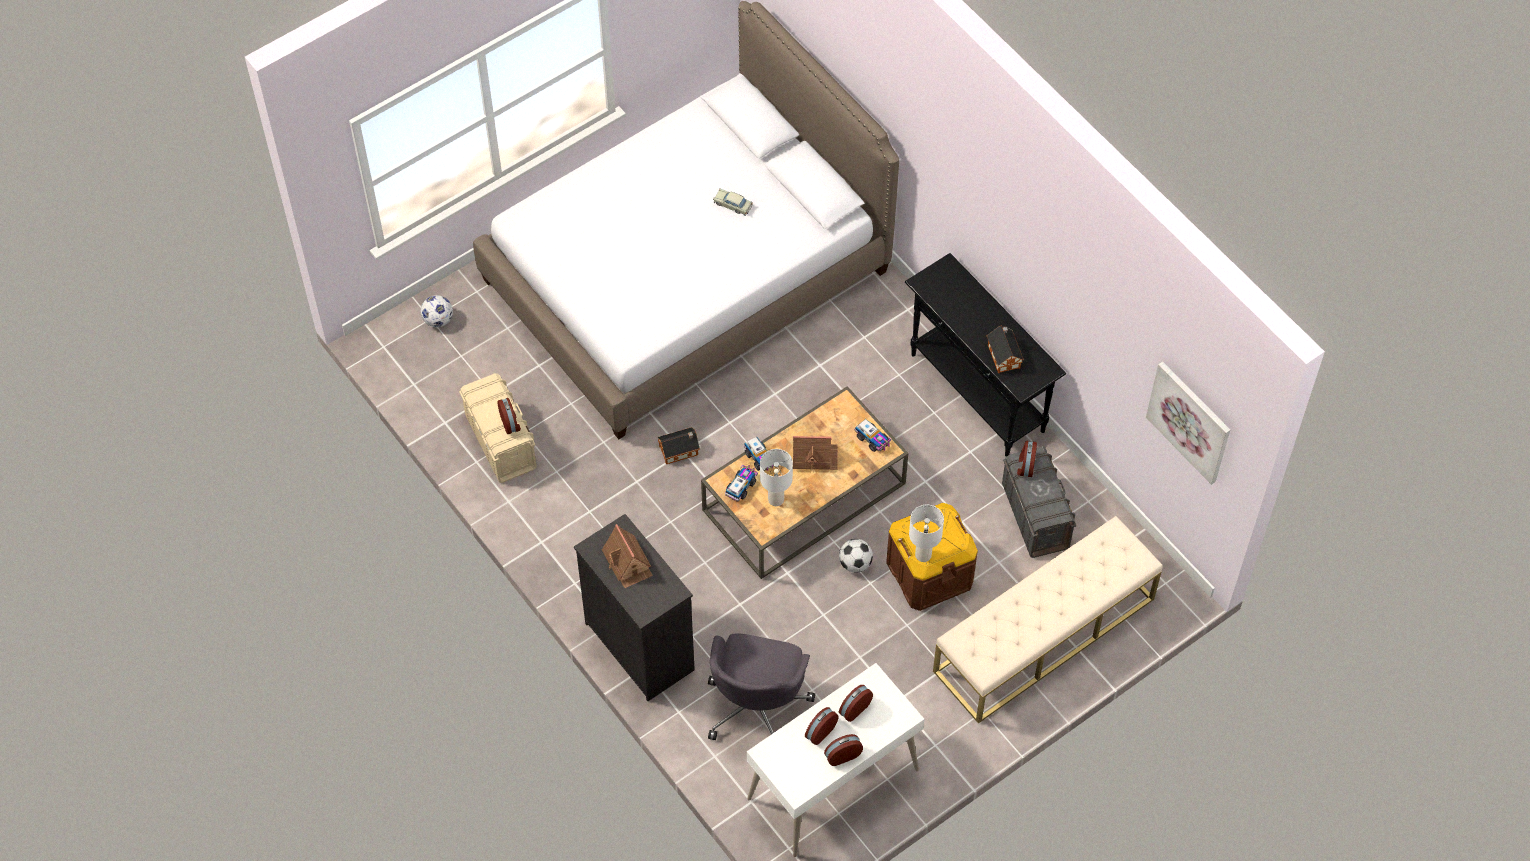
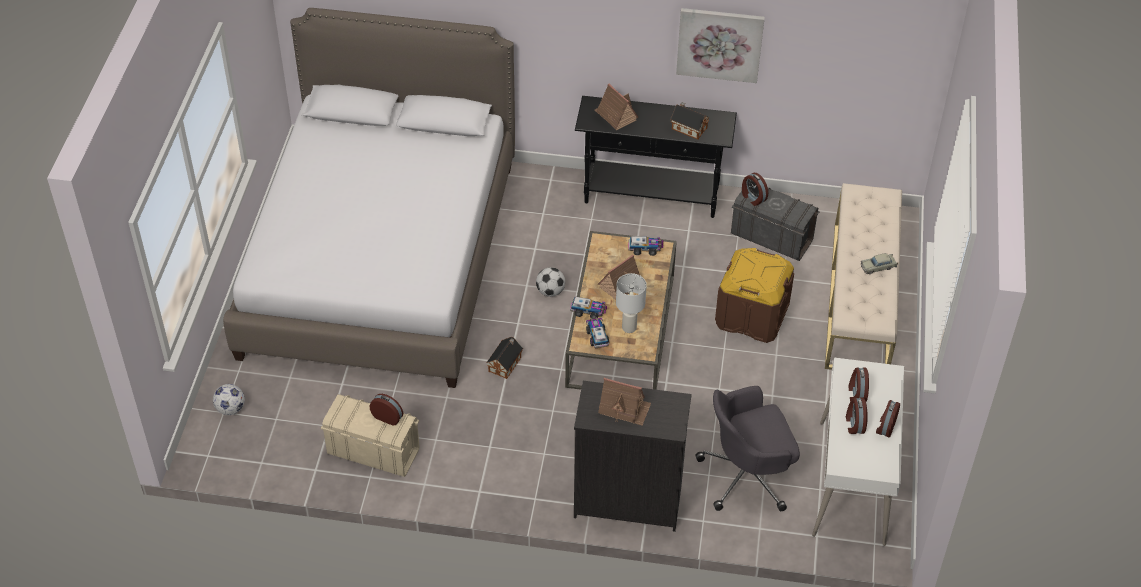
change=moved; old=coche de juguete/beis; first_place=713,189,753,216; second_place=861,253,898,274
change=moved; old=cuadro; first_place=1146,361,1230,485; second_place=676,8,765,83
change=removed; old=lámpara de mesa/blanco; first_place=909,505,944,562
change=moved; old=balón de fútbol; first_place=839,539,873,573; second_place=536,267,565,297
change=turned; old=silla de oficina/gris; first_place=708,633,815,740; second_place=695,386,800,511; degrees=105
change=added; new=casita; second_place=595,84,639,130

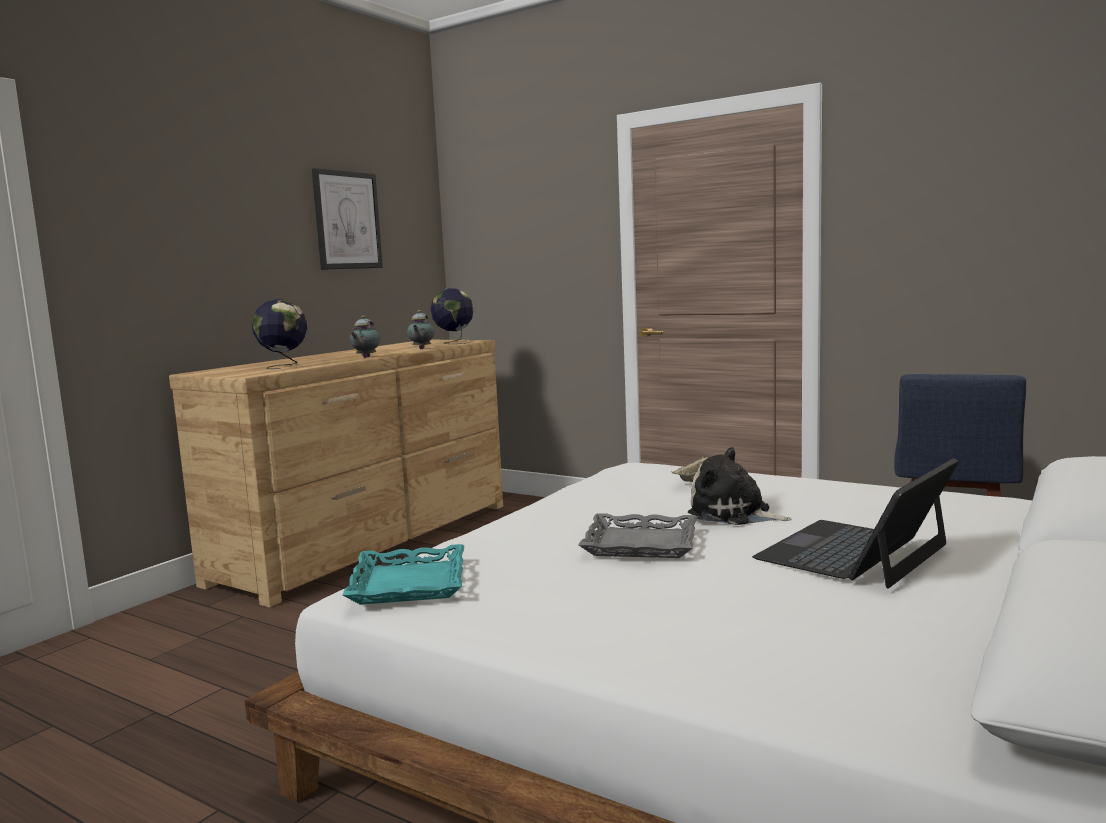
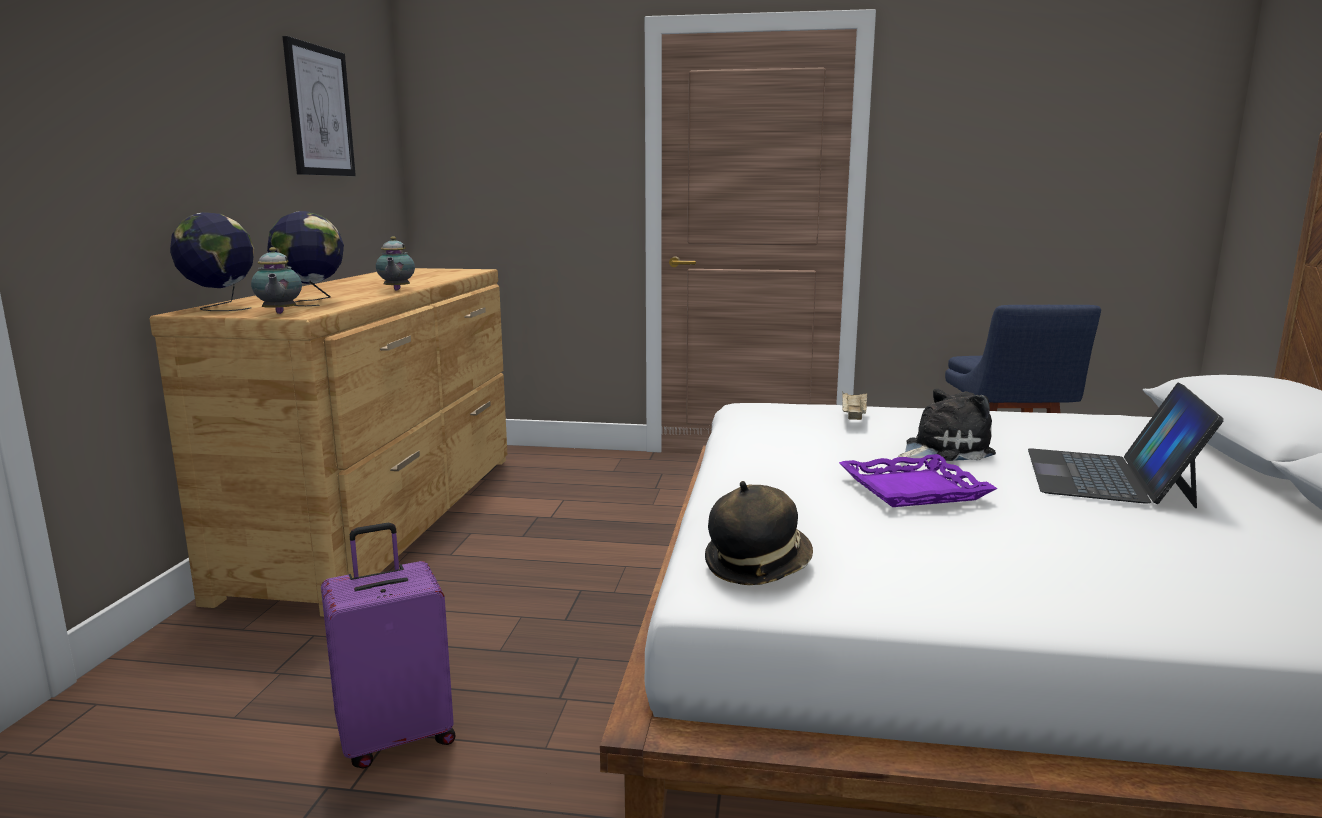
change=moved; old=globo terráqueo; first_place=431,288,474,344; second_place=170,212,254,311
change=moved; old=tetera; first_place=407,310,435,349; second_place=251,247,302,314
change=turned; old=peluche; first_place=688,447,792,525; second_place=898,389,996,461; degrees=150
change=recoloured; old=bandeja/gris; new=bandeja/morado; first_place=579,513,697,558; second_place=839,454,997,507
change=replaced; old=bandeja/turquesa; new=sombrero; first_place=342,544,464,605; second_place=705,481,813,585
change=added; new=maleta/morado; second_place=321,523,456,769

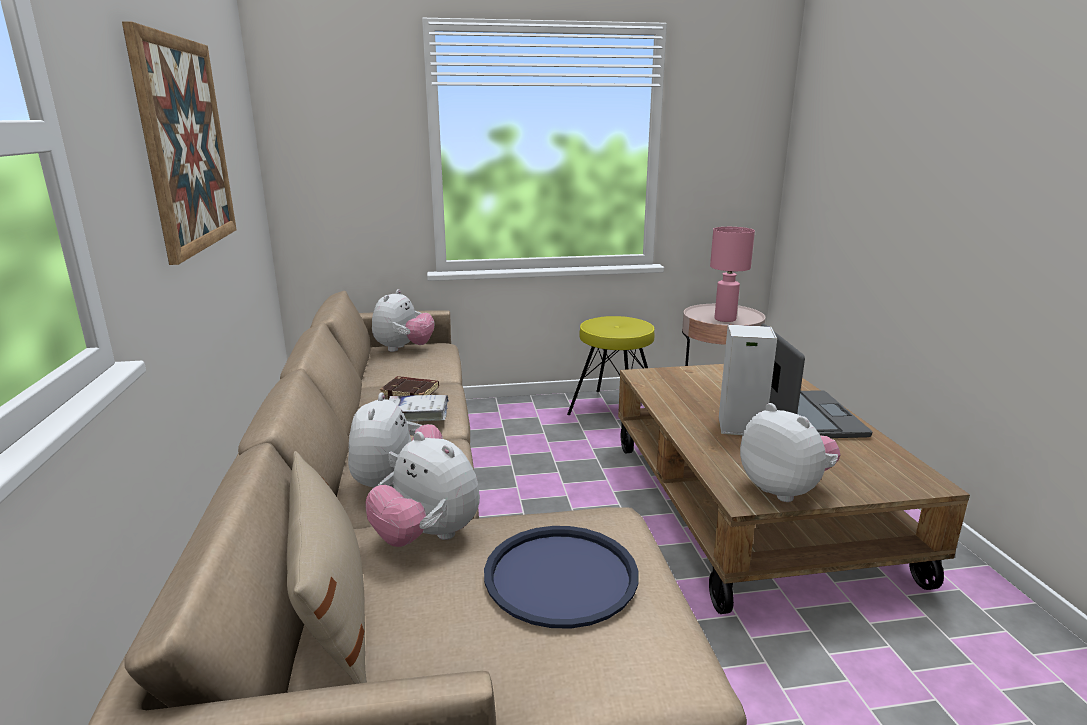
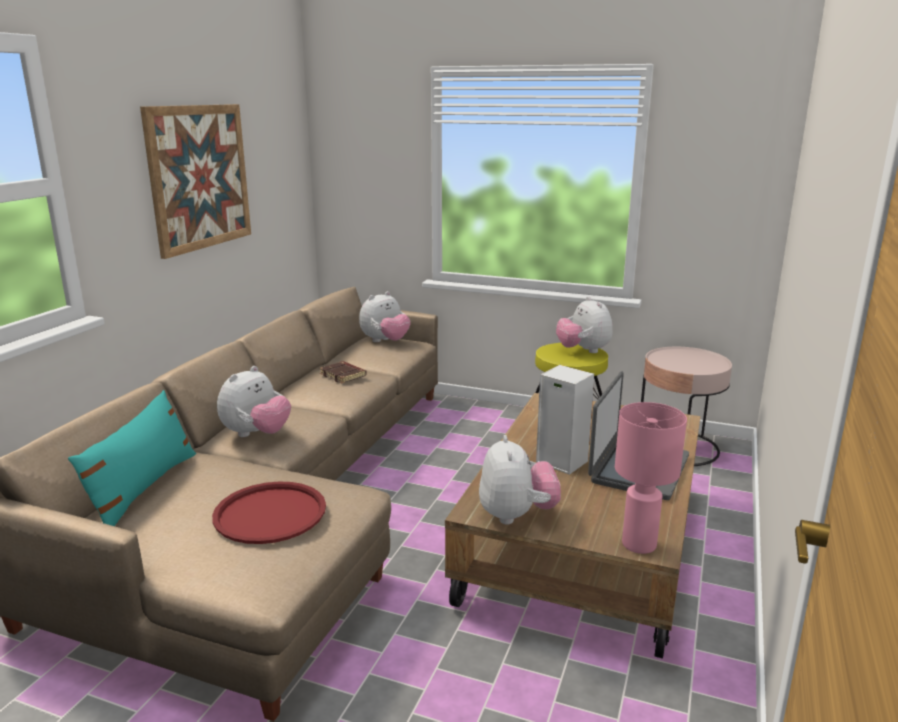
change=moved; old=lámpara de mesa/rosa; first_place=710,227,755,322; second_place=615,402,687,554
change=removed; old=libro/blanco; first_place=389,395,449,422
change=moved; old=peluche; first_place=365,432,480,547; second_place=556,296,613,353
change=recoloured; old=cojín/beis; new=cojín/turquesa; first_place=287,451,367,684; second_place=68,390,196,526
change=recoloured; old=bandeja/azul; new=bandeja/rojo; first_place=484,526,639,629; second_place=212,482,326,544

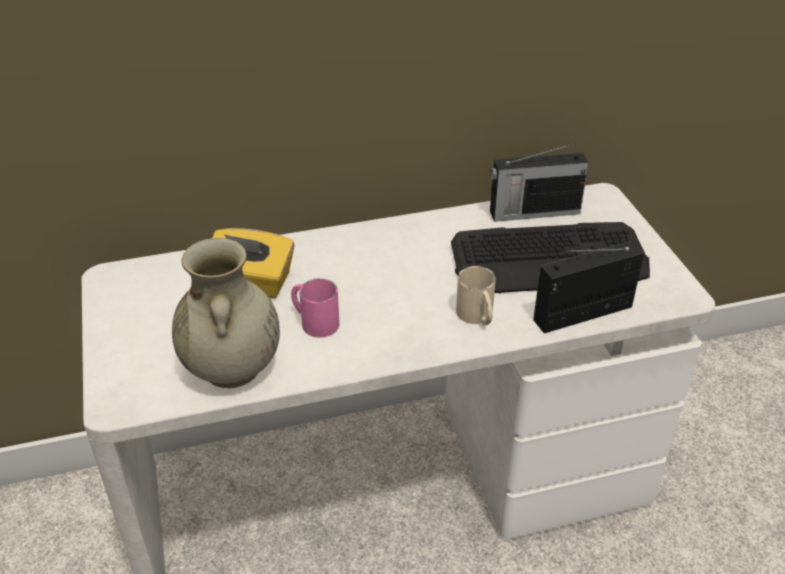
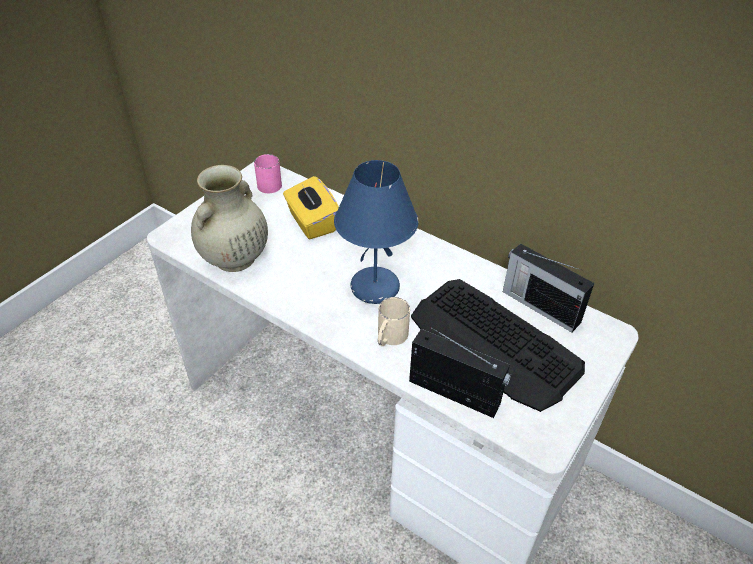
change=moved; old=taza grande/rosa; first_place=291,278,339,338; second_place=254,154,282,193
change=added; new=lámpara de mesa/azul; second_place=334,160,418,304

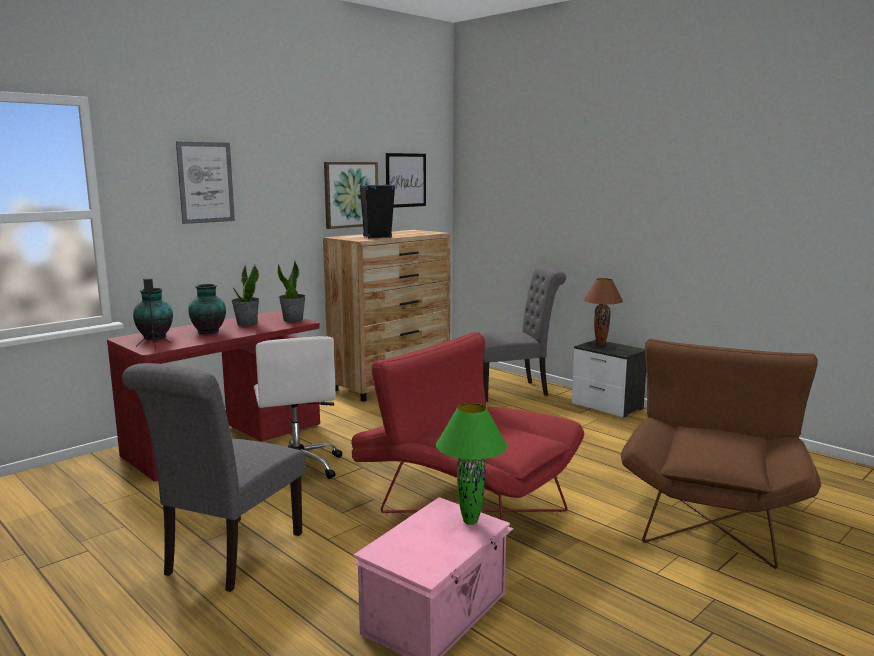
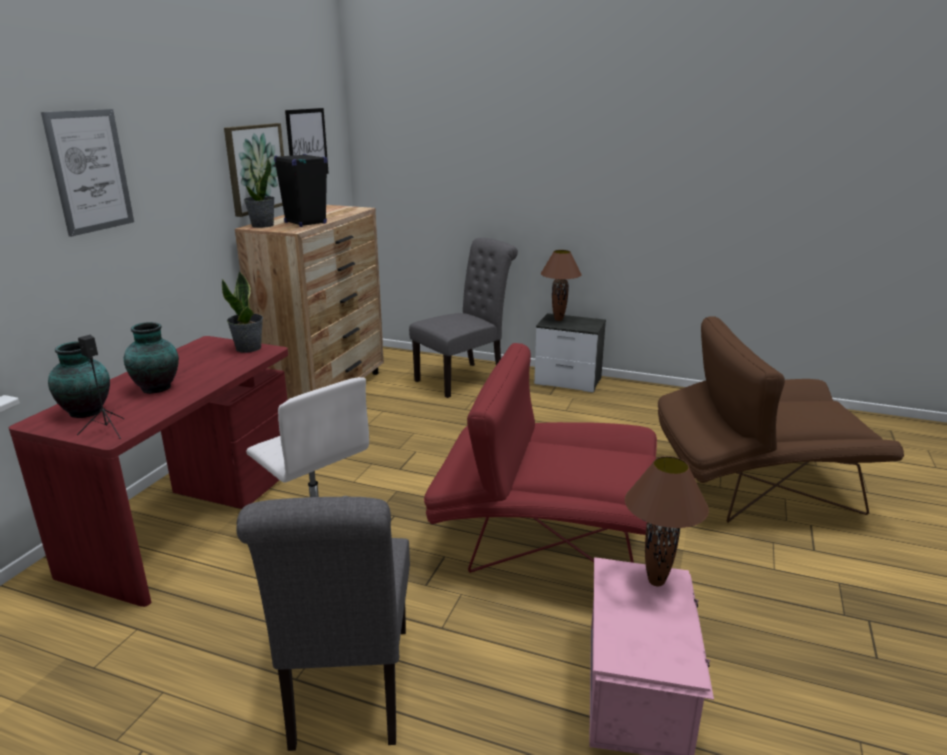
change=moved; old=planta en maceta; first_place=231,265,259,326; second_place=244,157,275,228
change=turned; old=sillón/marrón; first_place=621,339,821,569; second_place=658,316,904,523; degrees=-90
change=recoloured; old=lámpara de mesa/verde; new=lámpara de mesa/marrón; first_place=436,403,507,525; second_place=625,456,709,586

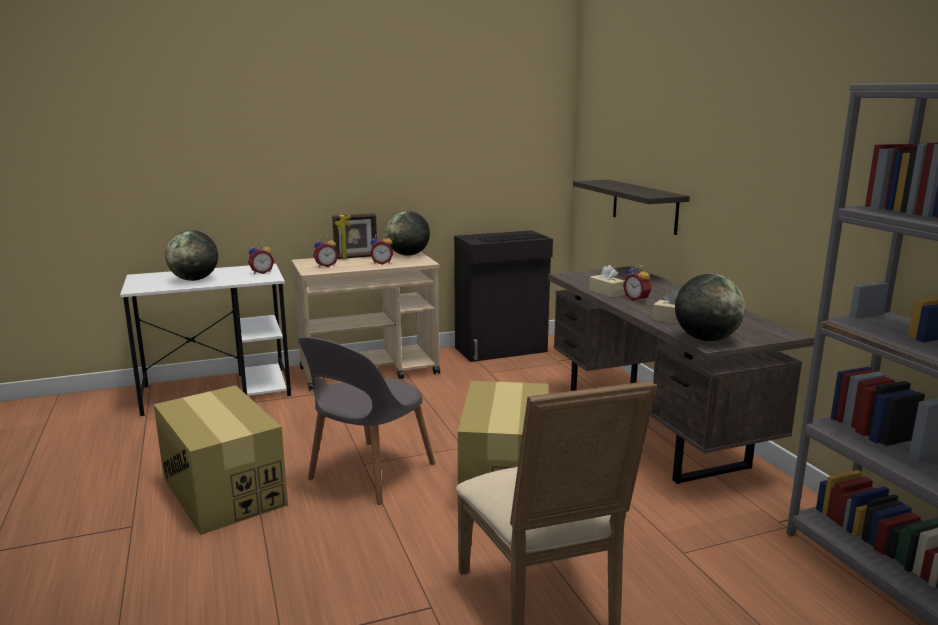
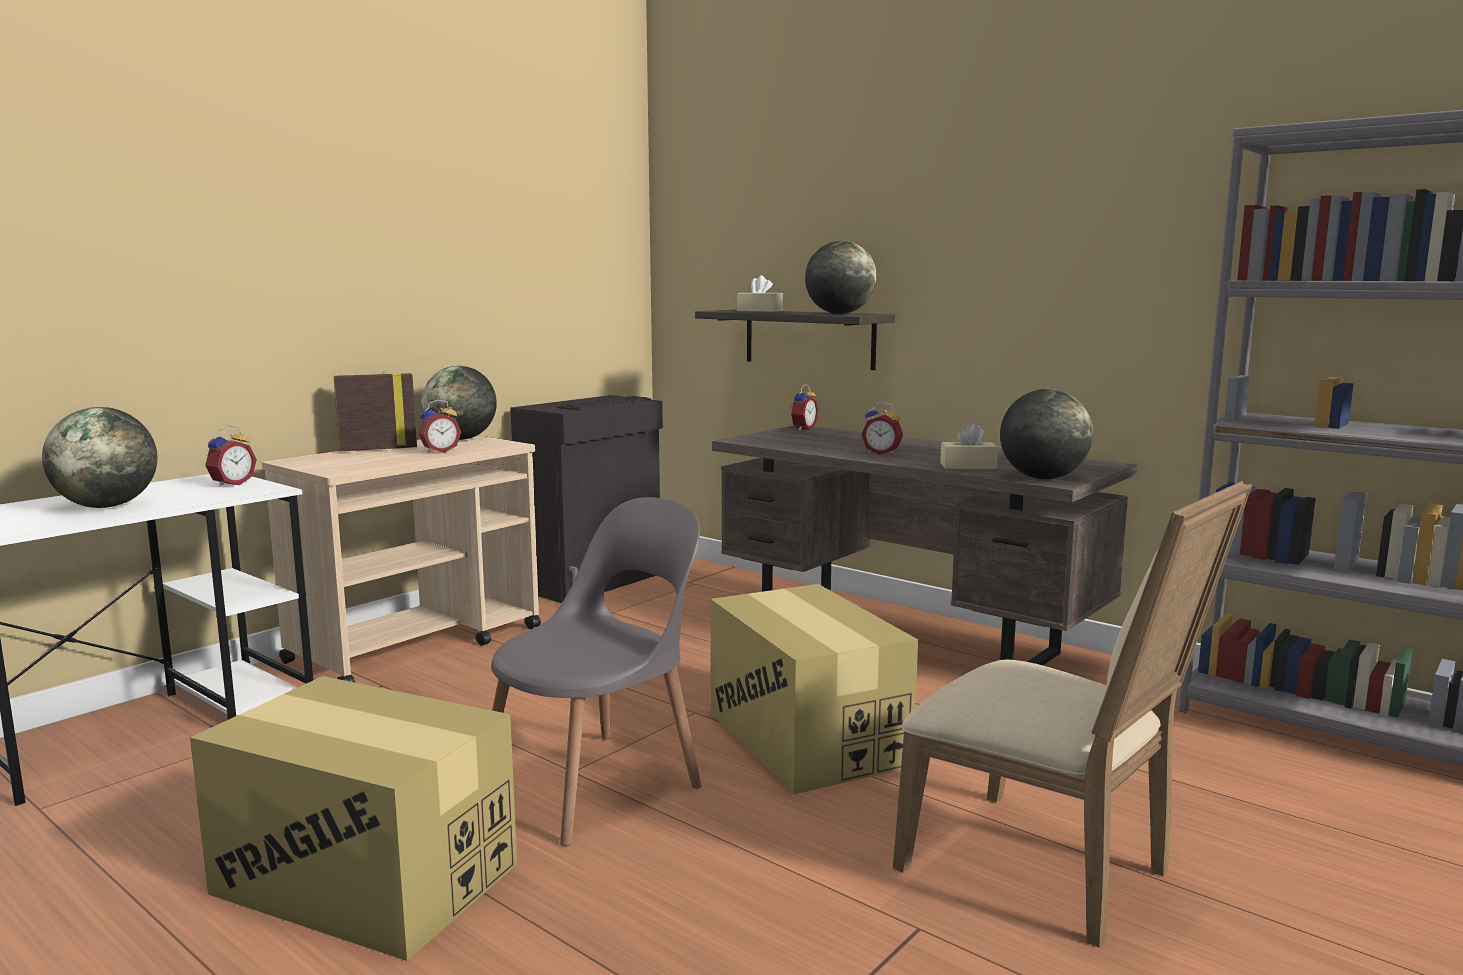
change=turned; old=portarretratos; first_place=332,213,377,259; second_place=334,371,417,451; degrees=-150
change=moved; old=despertador; first_place=313,236,338,267; second_place=790,384,818,431
change=moved; old=caja de pañuelos/beis; first_place=589,265,625,298; second_place=737,275,783,312
change=turned; old=silla/gris; first_place=298,337,435,505; second_place=491,497,702,846; degrees=-135
change=added; new=globo terráqueo; second_place=805,241,877,314

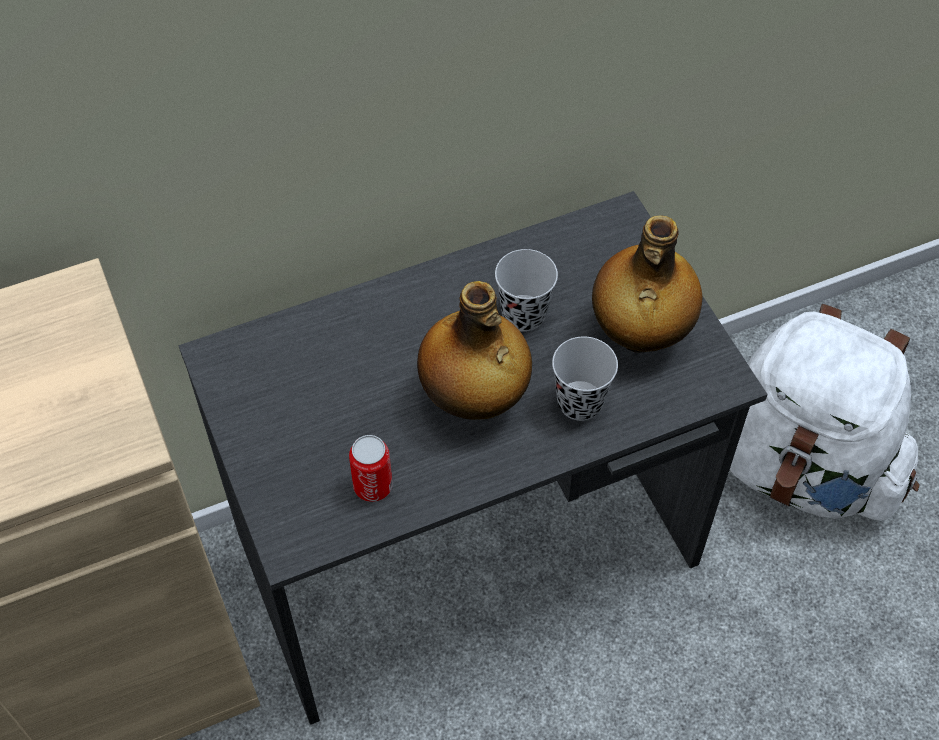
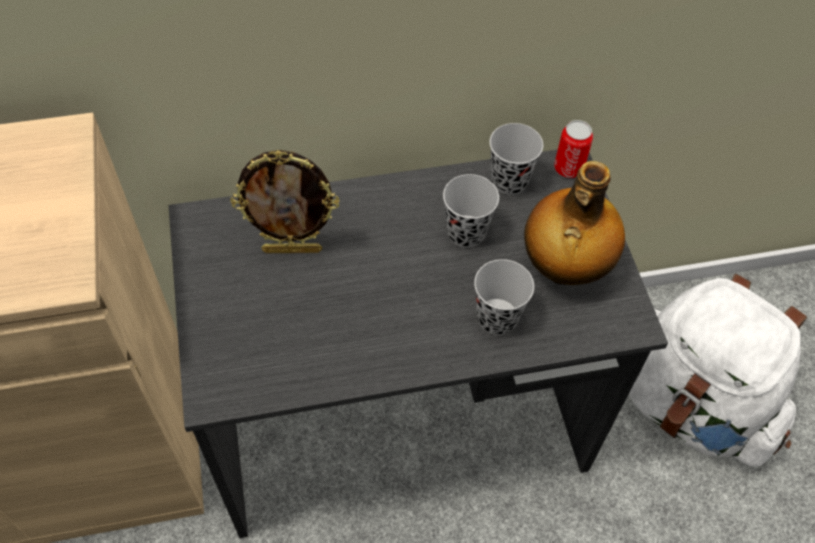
change=removed; old=botella; first_place=417,281,532,420
change=moved; old=lata; first_place=349,435,393,502; second_place=554,120,593,178
change=added; new=taza/negro; second_place=490,123,543,195
change=added; new=portarretratos; second_place=230,150,340,253

